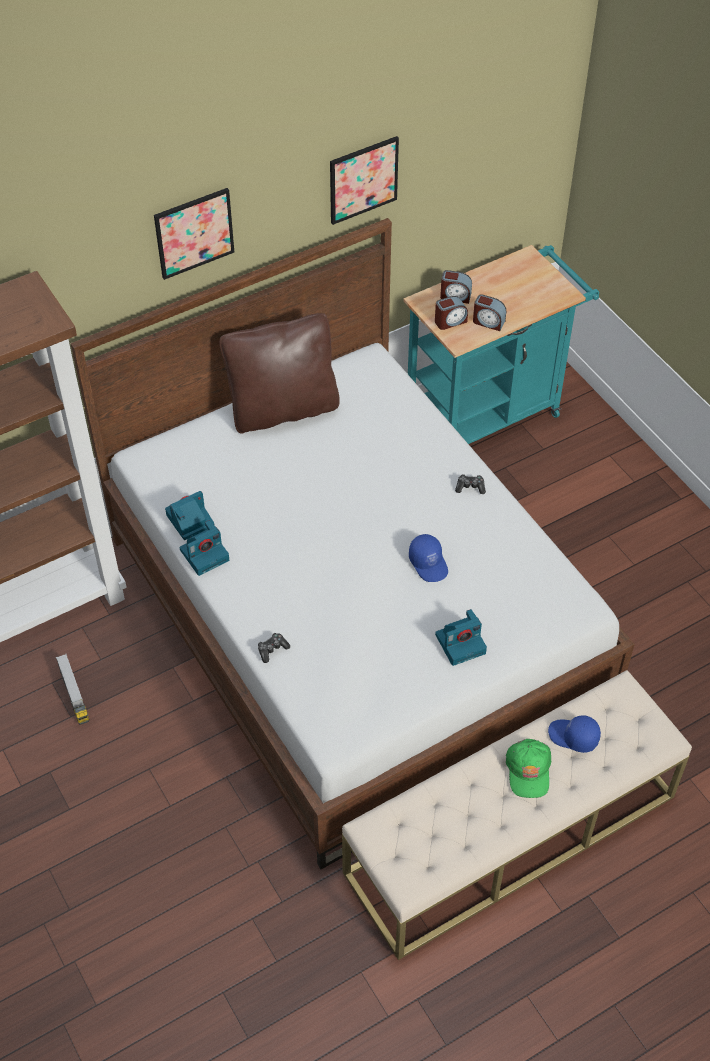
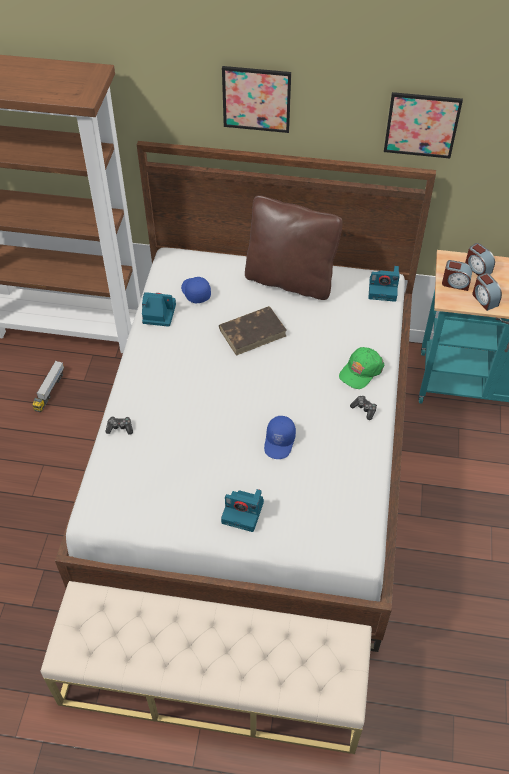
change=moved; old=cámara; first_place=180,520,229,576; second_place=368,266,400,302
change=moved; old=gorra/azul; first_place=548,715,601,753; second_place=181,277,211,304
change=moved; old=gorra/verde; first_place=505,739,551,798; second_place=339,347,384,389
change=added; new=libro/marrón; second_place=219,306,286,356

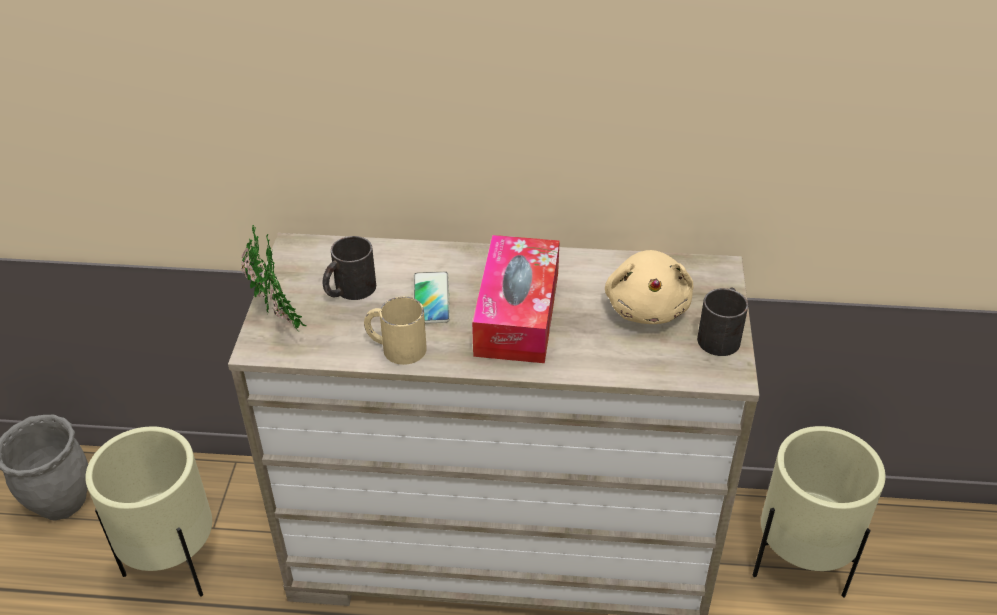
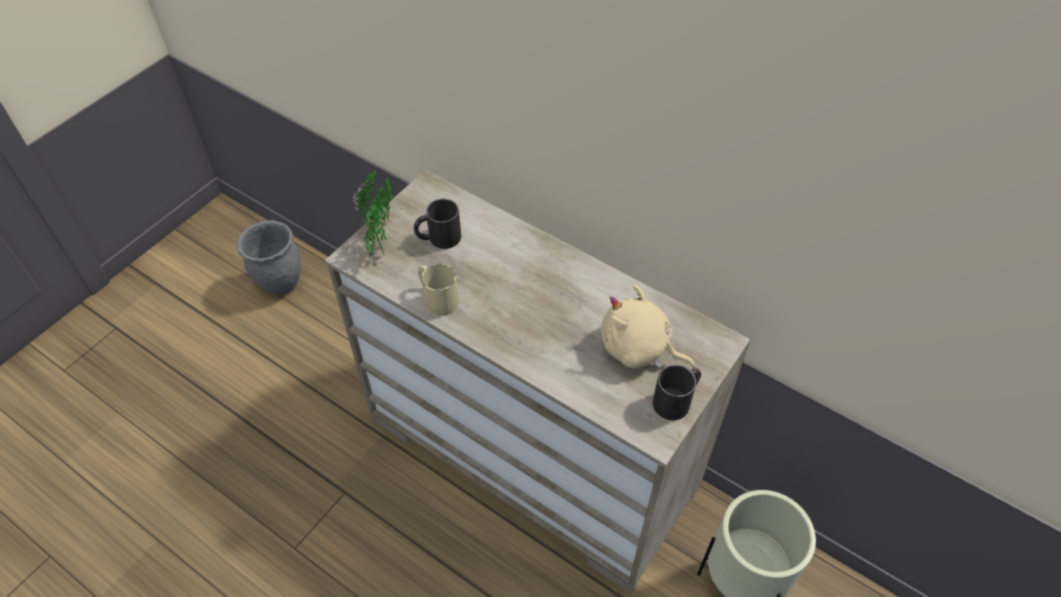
change=removed; old=caja de pañuelos; first_place=472,235,560,363
change=turned; old=peluche/beis; first_place=605,250,693,324; second_place=601,285,695,369; degrees=90
change=removed; old=móvil; first_place=413,271,450,324
change=removed; old=maceta/beis; first_place=85,426,212,597

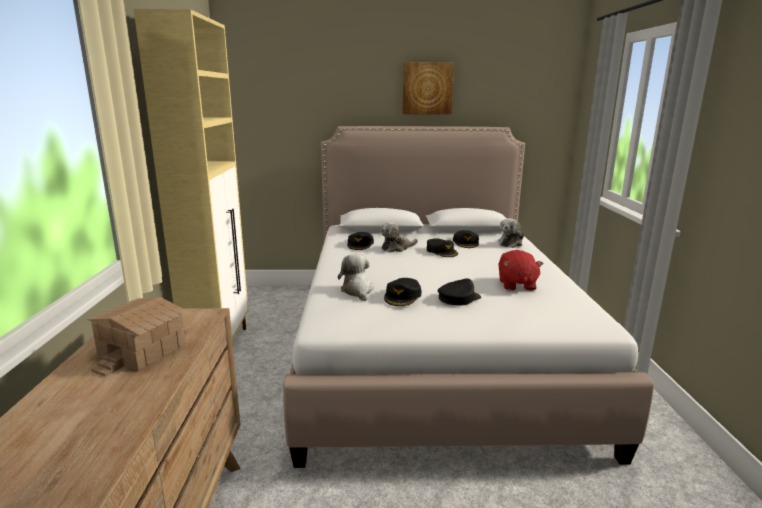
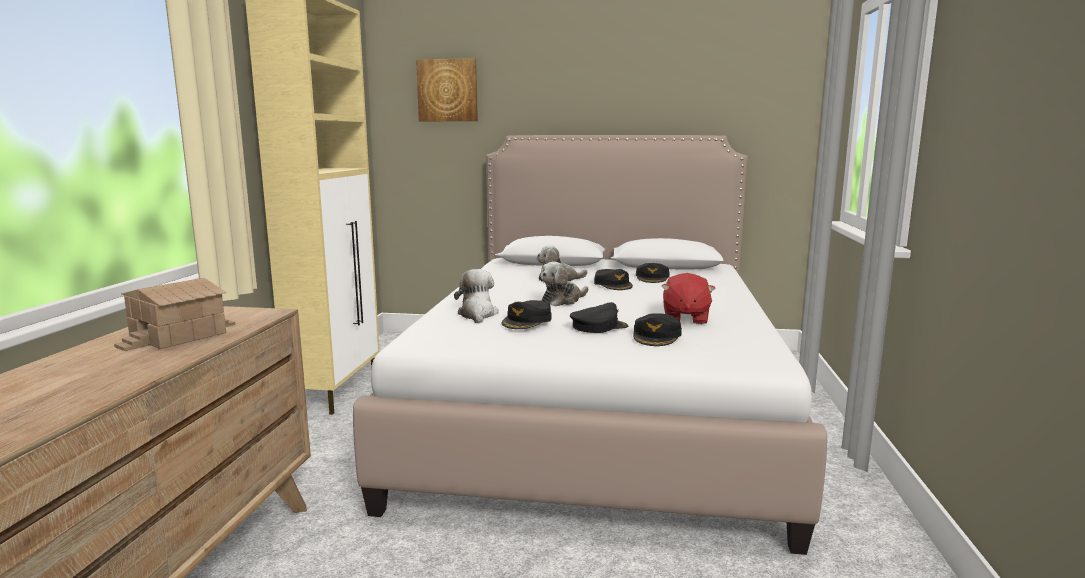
change=moved; old=cuadro; first_place=403,62,454,114; second_place=416,58,478,121
change=moved; old=peluche; first_place=498,218,524,248; second_place=540,262,588,306
change=moved; old=gorra/negro; first_place=347,232,374,250; second_place=633,313,682,346

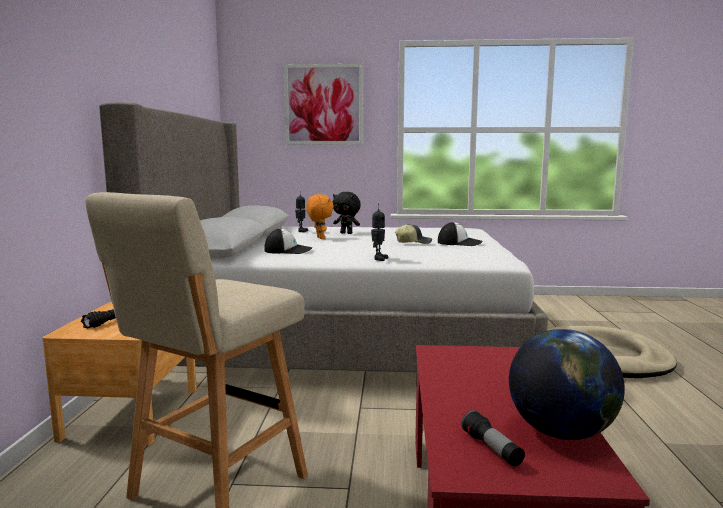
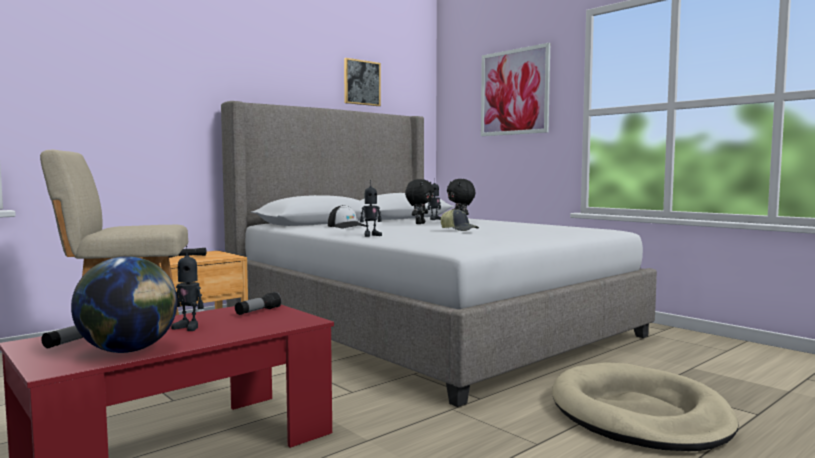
change=recoloured; old=peluche/naranja; new=peluche/negro; first_place=306,194,334,239; second_place=405,179,434,224
change=removed; old=gorra; first_place=438,222,483,246
change=added; new=cuadro; second_place=344,58,381,106
change=added; new=robot de juguete; second_place=171,246,204,331
change=added; new=linterna; second_place=235,292,282,315

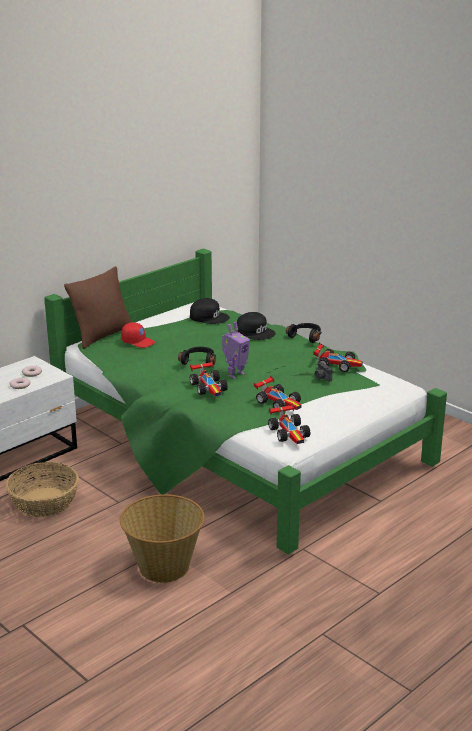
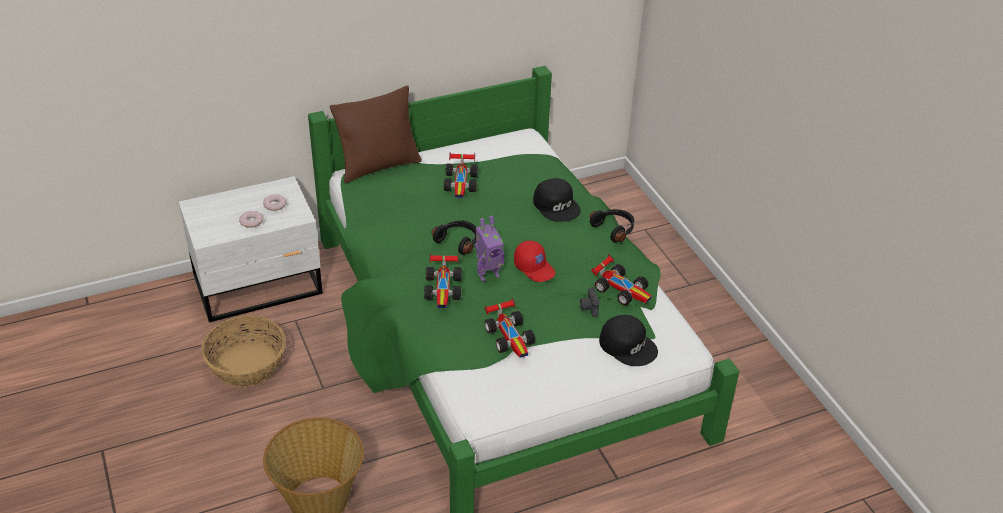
change=moved; old=gorra/negro; first_place=190,298,230,324; second_place=599,315,658,366
change=moved; old=gorra/rojo; first_place=121,322,155,348; second_place=514,241,556,282
change=moved; old=coche de juguete; first_place=268,404,311,444; second_place=444,154,478,198

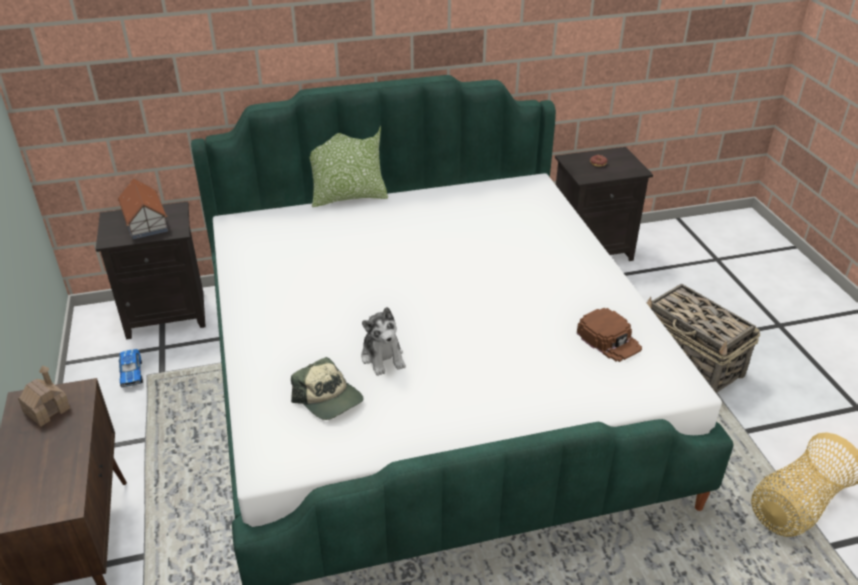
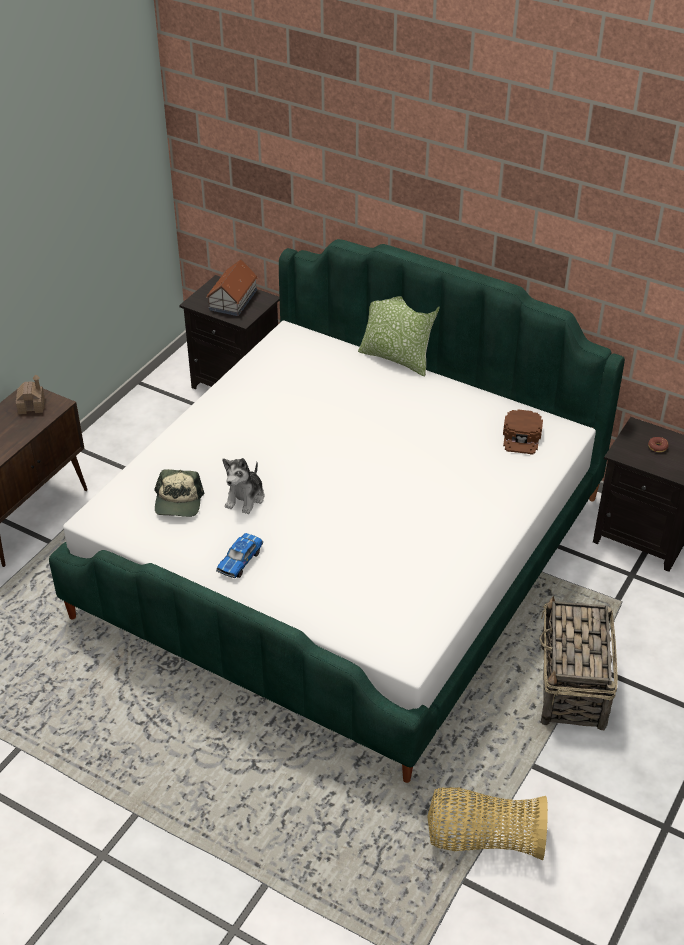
change=moved; old=gorra/marrón; first_place=577,308,642,362; second_place=503,409,543,455
change=moved; old=coche de juguete; first_place=119,349,143,388; second_place=216,533,263,578

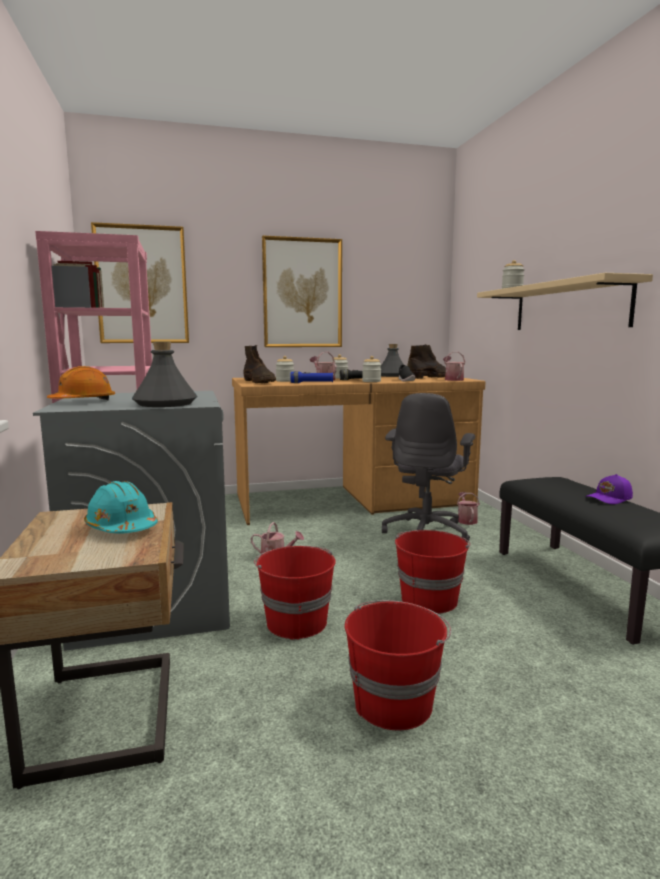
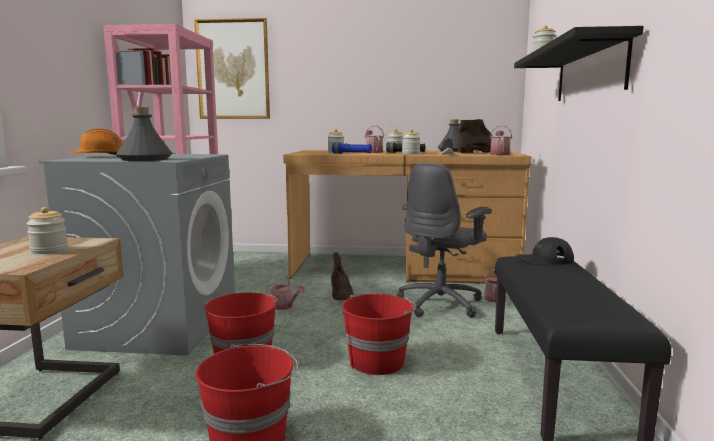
change=removed; old=cuadro; first_place=262,236,342,347
change=recoloured; old=estante/beis; new=estante/negro; first_place=477,273,653,330; second_place=514,26,644,101
change=moved; old=bota/marrón; first_place=243,345,276,383; second_place=331,252,353,300
change=removed; old=gorra/morado; first_place=586,474,633,504
change=replaced; old=casco/turquesa; new=tarro; first_place=84,481,158,534; second_place=26,207,68,254
change=added; new=gorra/negro; second_place=516,237,574,265

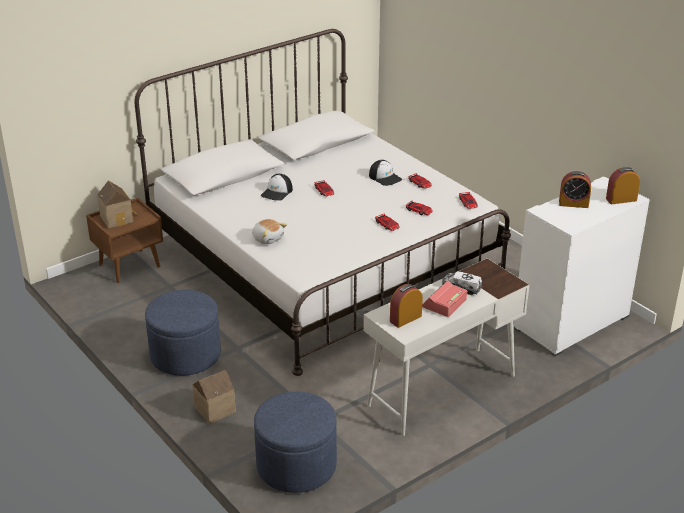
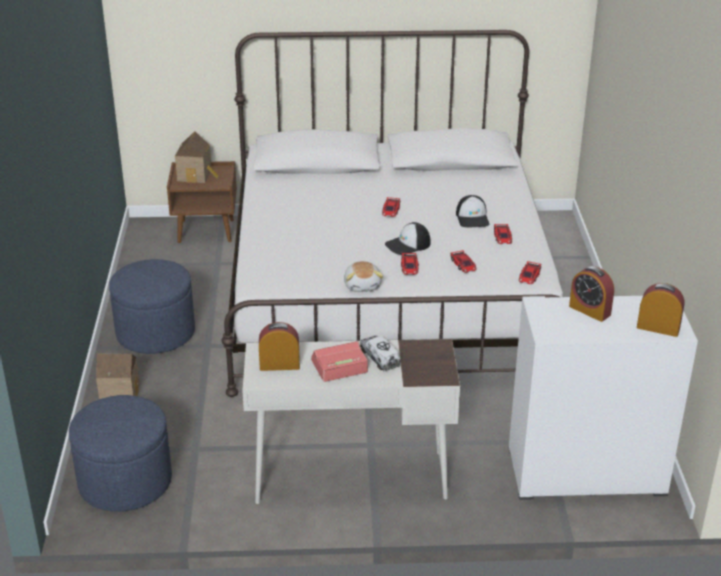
change=moved; old=gorra; first_place=261,174,293,201; second_place=385,222,430,255
change=moved; old=peluche; first_place=252,219,287,244; second_place=344,261,383,292

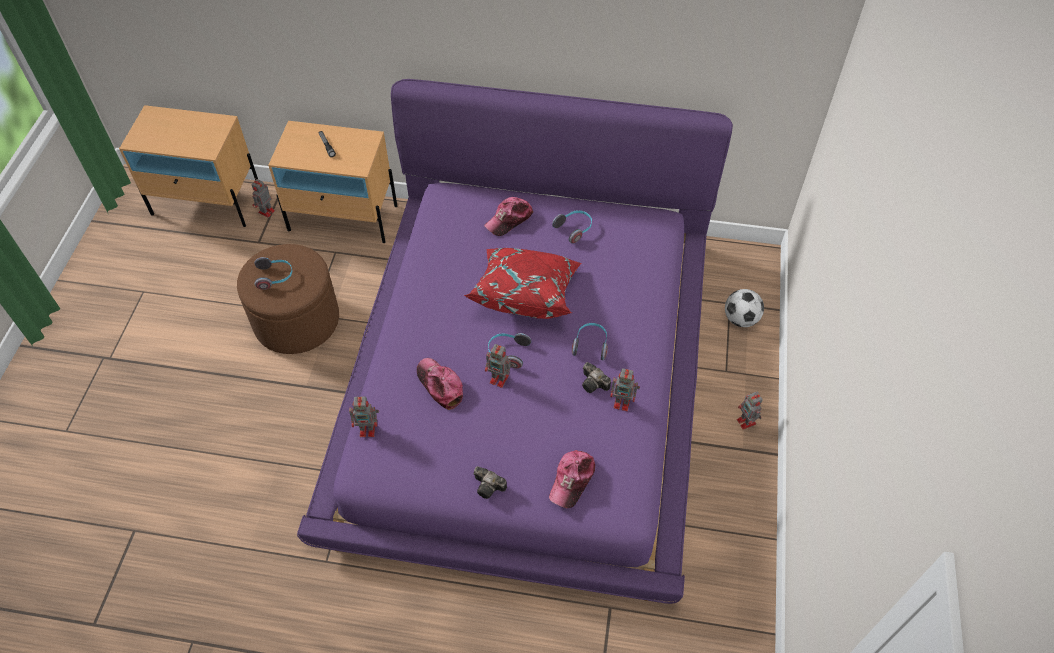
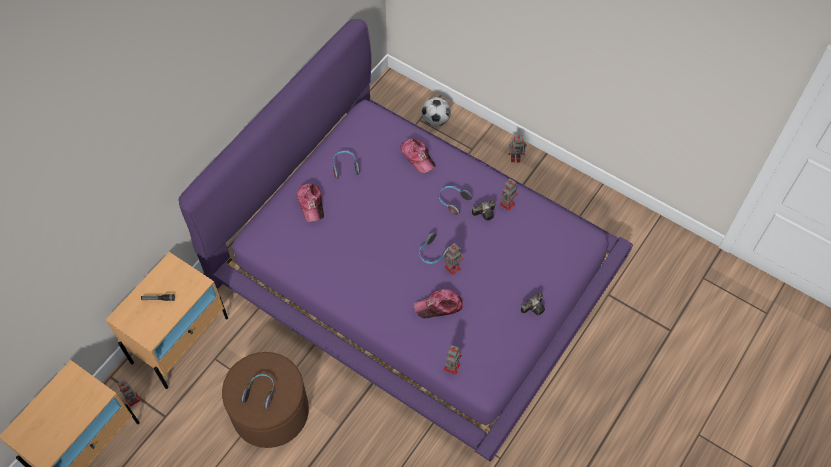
change=removed; old=cojín/rojo; first_place=464,248,582,319
change=moved; old=gorra; first_place=549,450,595,508; second_place=401,138,436,173

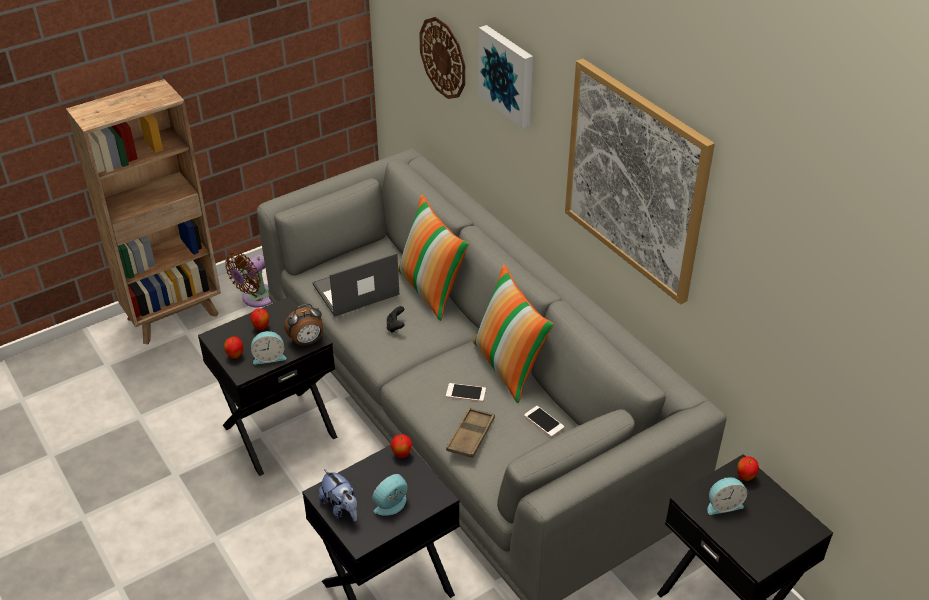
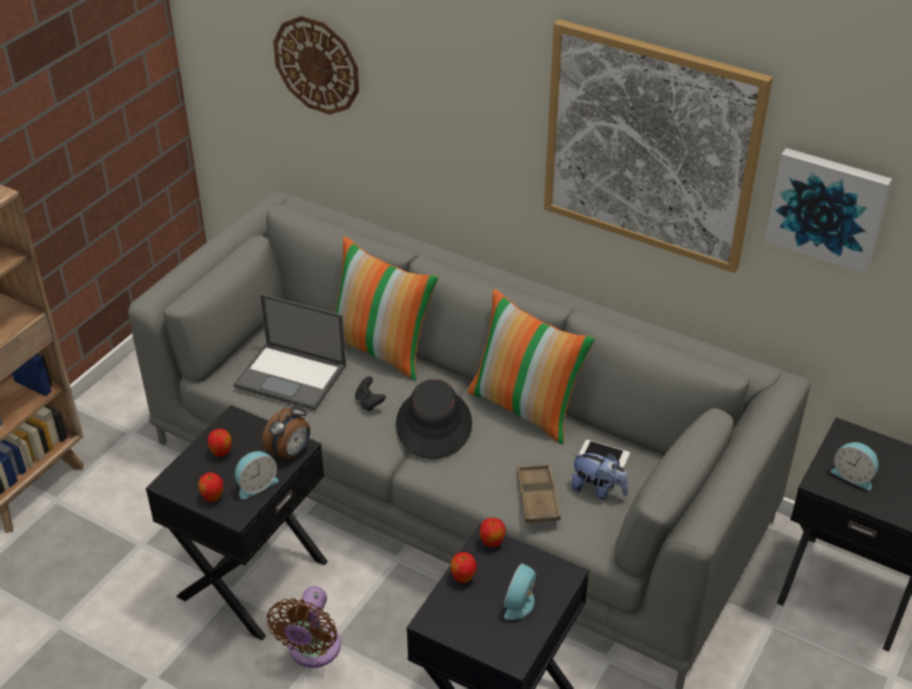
change=moved; old=cuadro; first_place=478,25,533,128; second_place=765,148,892,274
change=moved; old=ventilador/marrón; first_place=225,252,272,307; second_place=267,586,341,668
change=turned; old=portátil; first_place=312,253,399,317; second_place=233,294,346,410; degrees=-105
change=removed; old=móvil; first_place=446,383,486,402
change=moved; old=manzana; first_place=737,456,759,481; second_place=450,552,477,583
change=moved; old=peluche; first_place=319,469,357,522; second_place=571,453,628,500
change=turned; old=despertador; first_place=708,477,747,515; second_place=831,442,878,490; degrees=75
change=added; new=sombrero/negro; second_place=396,379,472,459

